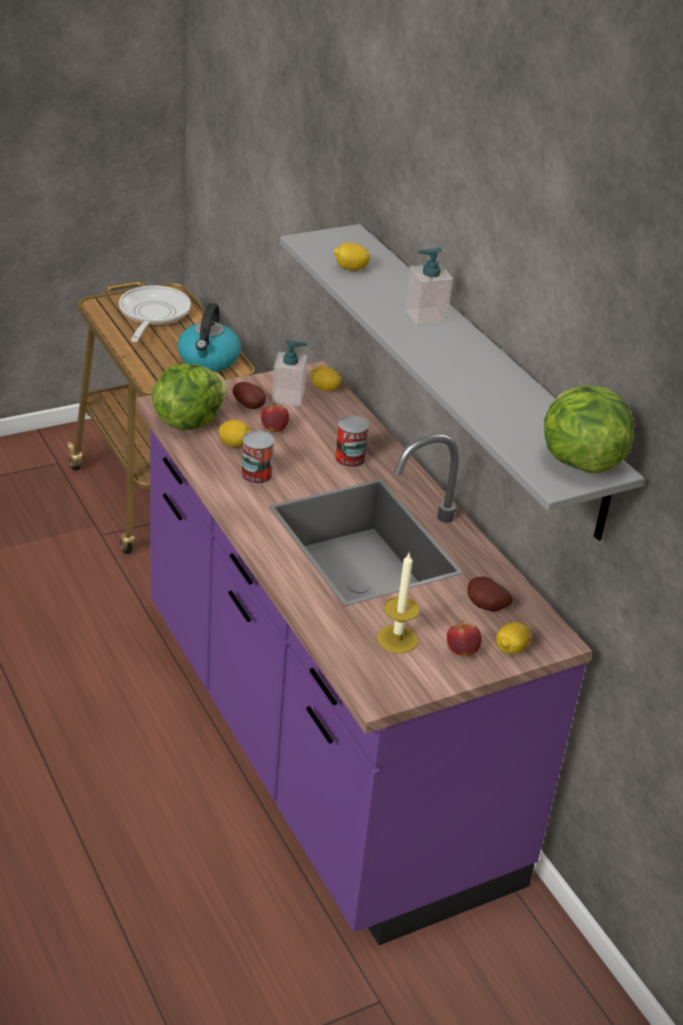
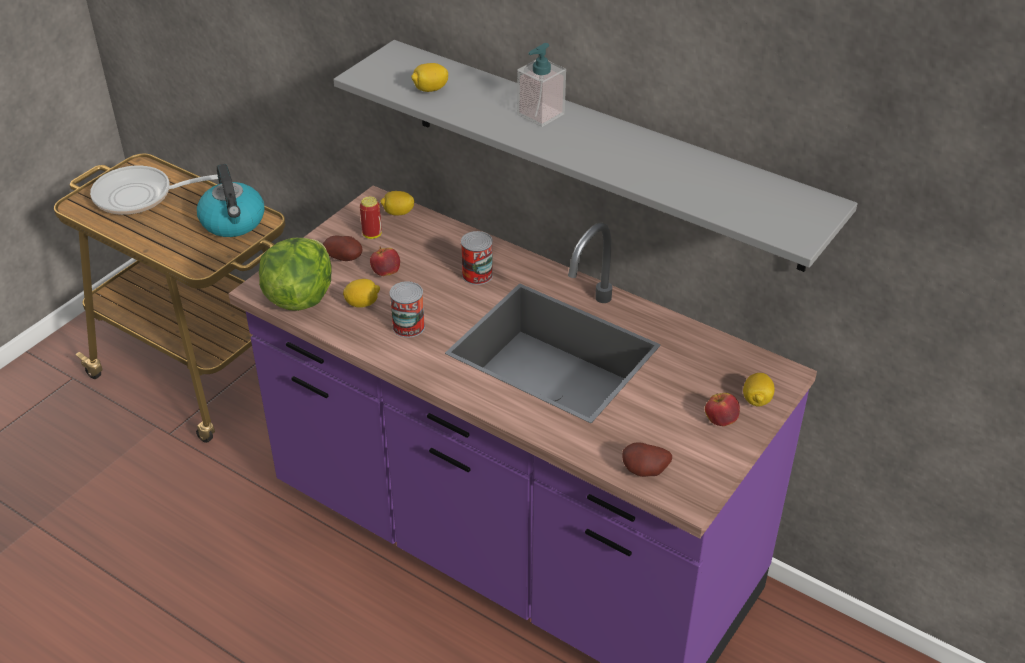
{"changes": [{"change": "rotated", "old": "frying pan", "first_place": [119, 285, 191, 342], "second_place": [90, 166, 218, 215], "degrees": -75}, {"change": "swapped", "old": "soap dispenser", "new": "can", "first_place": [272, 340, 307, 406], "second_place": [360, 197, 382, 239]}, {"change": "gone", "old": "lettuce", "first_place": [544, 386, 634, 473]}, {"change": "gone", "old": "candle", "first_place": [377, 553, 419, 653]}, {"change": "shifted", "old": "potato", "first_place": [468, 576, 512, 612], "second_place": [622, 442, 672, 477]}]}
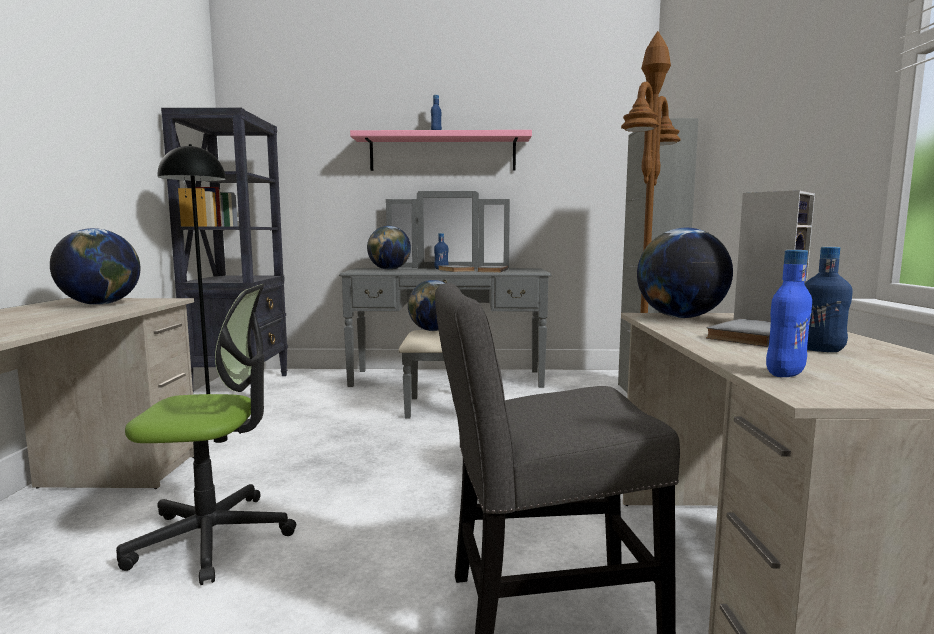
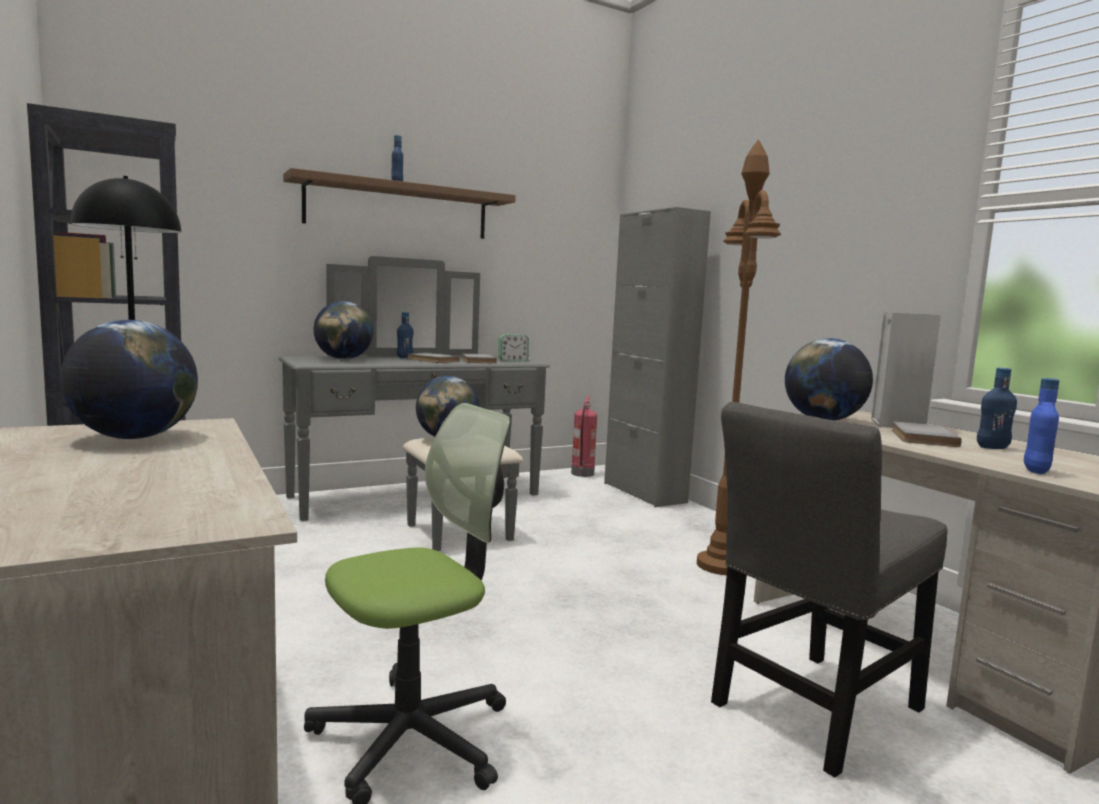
{"changes": [{"change": "repainted", "old": "pink shelf", "new": "brown shelf", "first_place": [350, 130, 532, 171], "second_place": [283, 168, 516, 239]}, {"change": "new", "new": "alarm clock", "second_place": [498, 334, 529, 361]}, {"change": "new", "new": "fire extinguisher", "second_place": [571, 396, 597, 477]}]}
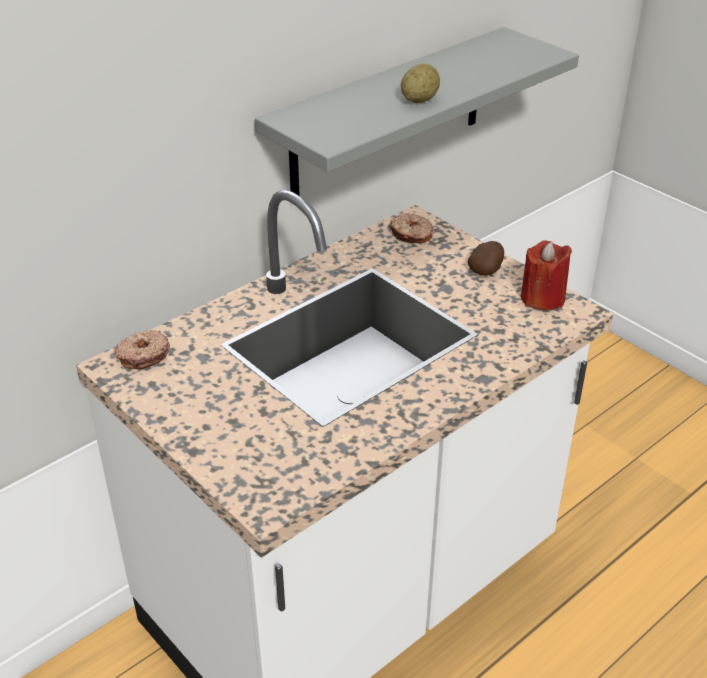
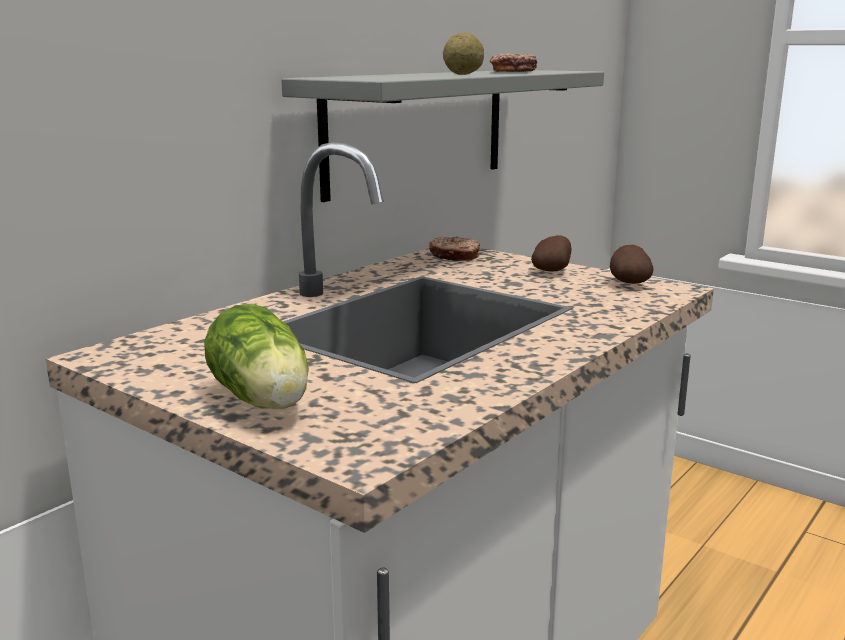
{"changes": [{"change": "swapped", "old": "red candle", "new": "potato", "first_place": [521, 241, 572, 310], "second_place": [610, 245, 654, 284]}, {"change": "shifted", "old": "donut", "first_place": [114, 330, 170, 369], "second_place": [490, 53, 537, 72]}, {"change": "new", "new": "lettuce", "second_place": [204, 304, 309, 409]}]}
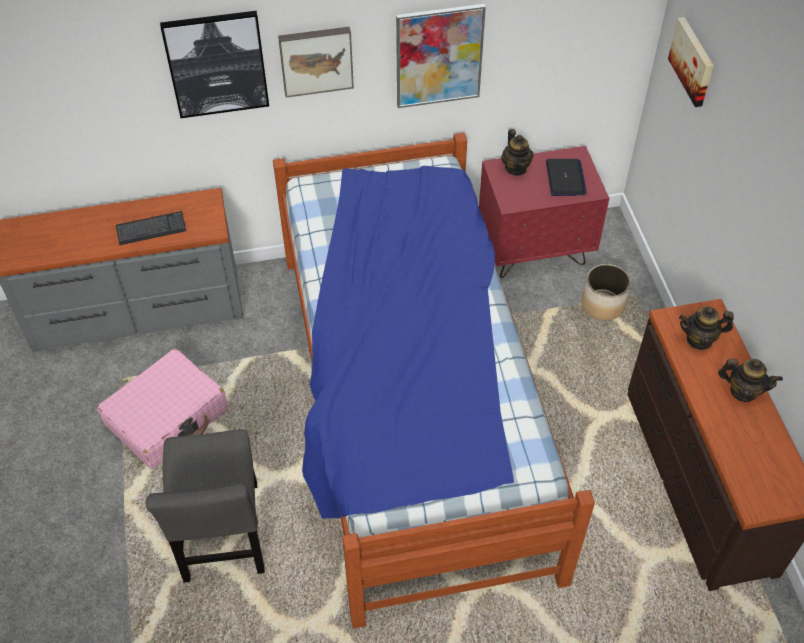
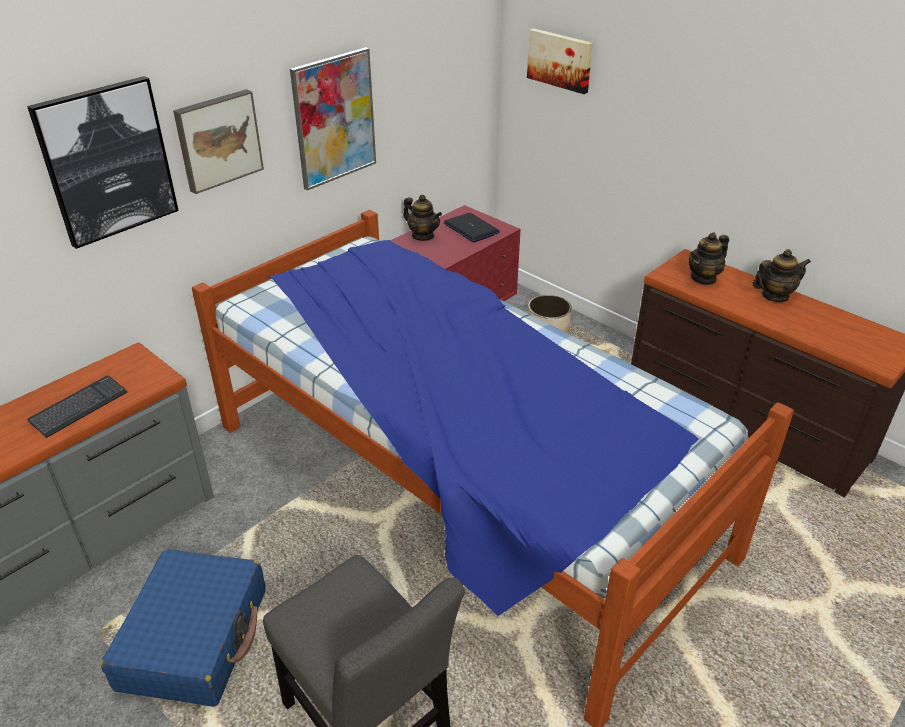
{"changes": [{"change": "repainted", "old": "pink suitcase", "new": "blue suitcase", "first_place": [97, 348, 228, 469], "second_place": [101, 549, 265, 707]}]}
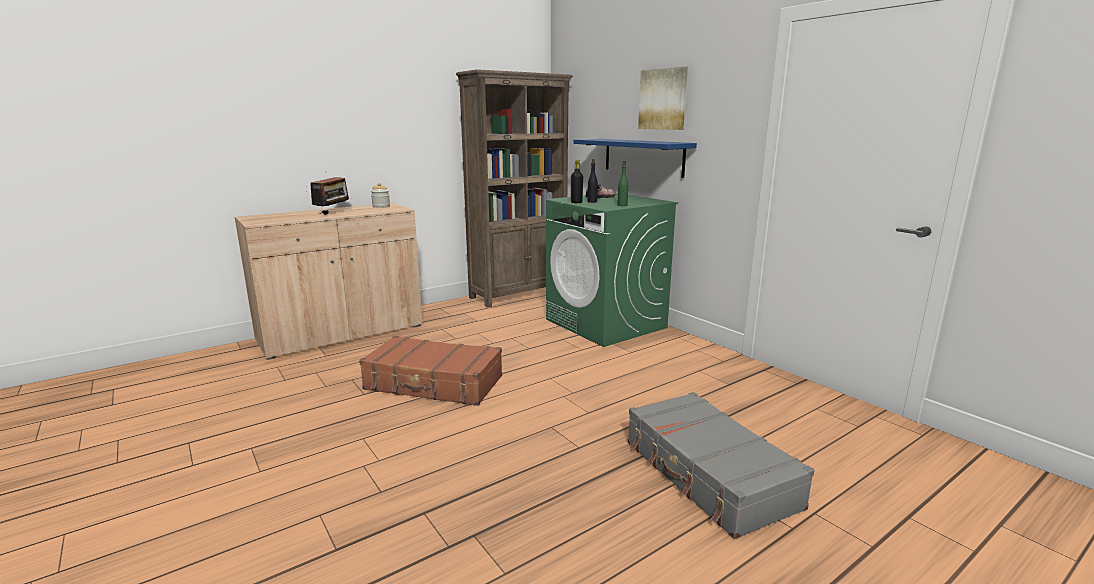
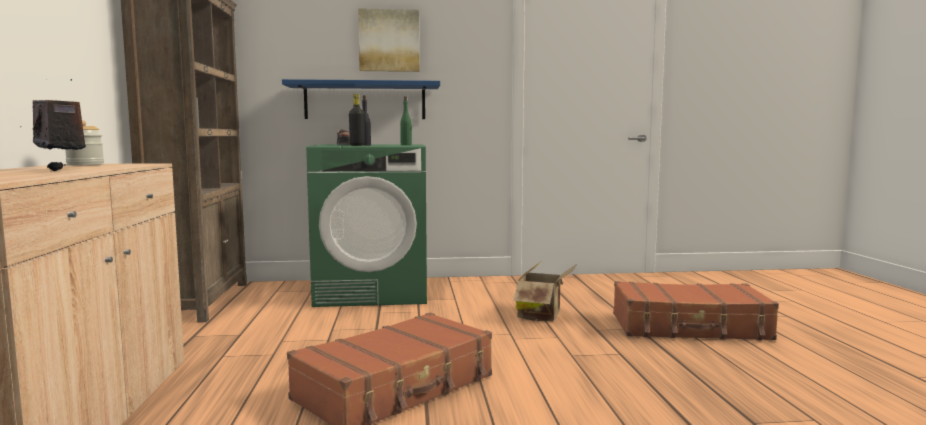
{"changes": [{"change": "repainted", "old": "grey suitcase", "new": "brown suitcase", "first_place": [628, 392, 815, 539], "second_place": [613, 281, 779, 340]}, {"change": "new", "new": "cardboard box", "second_place": [513, 262, 578, 321]}]}
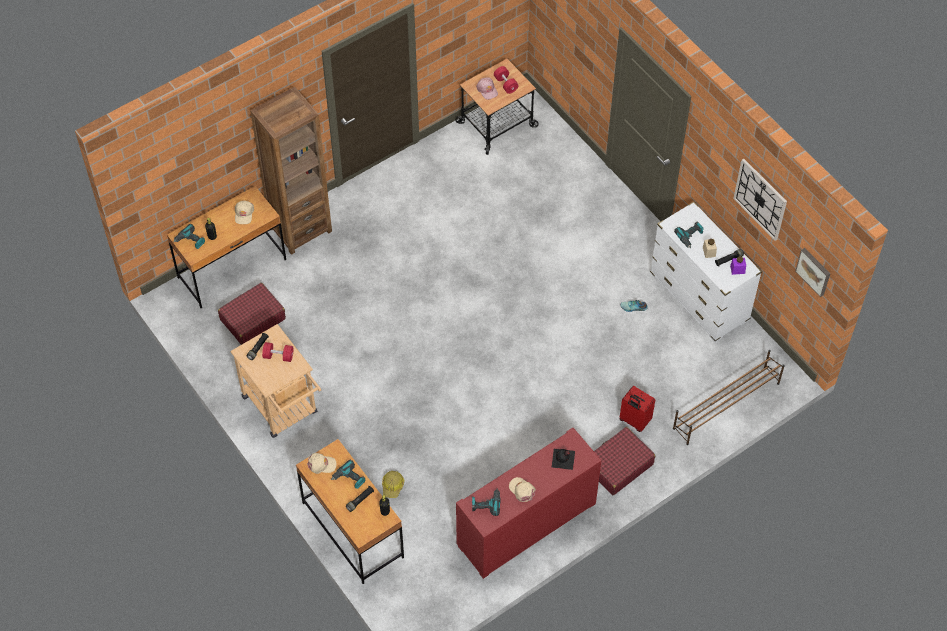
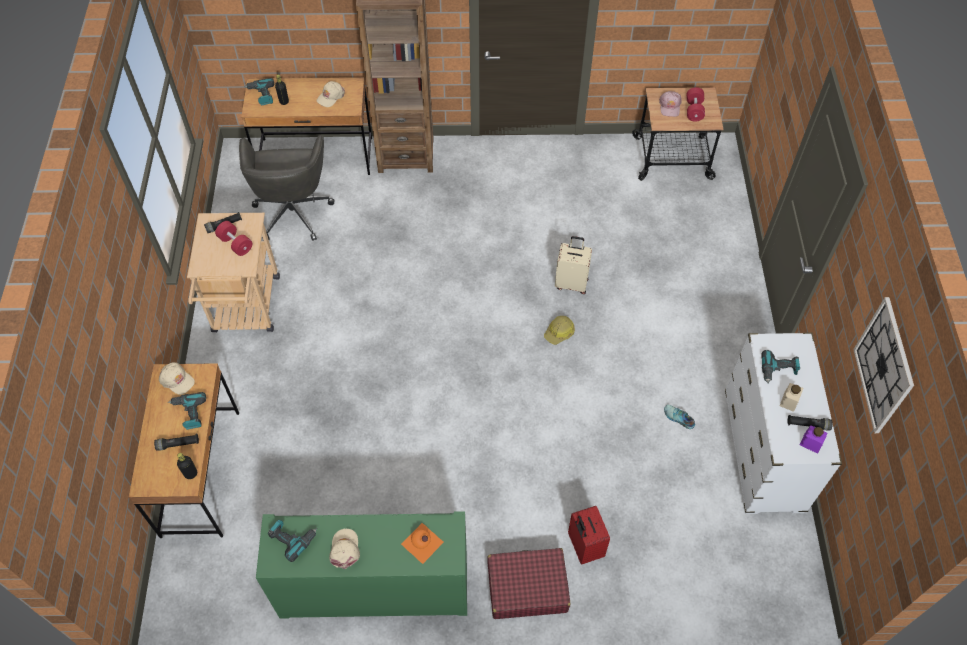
{"changes": [{"change": "gone", "old": "picture", "first_place": [795, 248, 830, 297]}, {"change": "swapped", "old": "red suitcase", "new": "grey office chair", "first_place": [218, 283, 286, 345], "second_place": [239, 135, 335, 241]}, {"change": "gone", "old": "brown shoe rack", "first_place": [673, 350, 785, 445]}, {"change": "repainted", "old": "red cabinet", "new": "green cabinet", "first_place": [456, 428, 602, 579], "second_place": [256, 511, 467, 619]}, {"change": "repainted", "old": "black bottle", "new": "orange bottle", "first_place": [552, 449, 575, 470], "second_place": [401, 523, 444, 564]}, {"change": "shifted", "old": "hard hat", "first_place": [382, 471, 405, 498], "second_place": [544, 316, 575, 345]}, {"change": "new", "new": "beige suitcase", "second_place": [555, 236, 592, 294]}]}
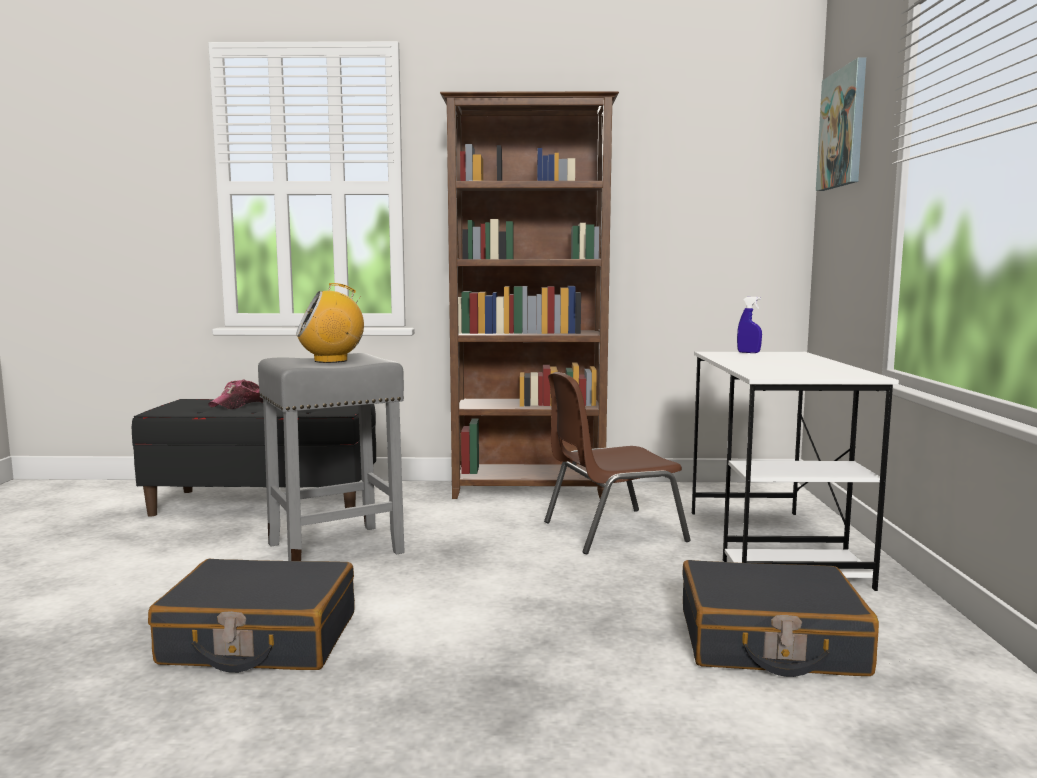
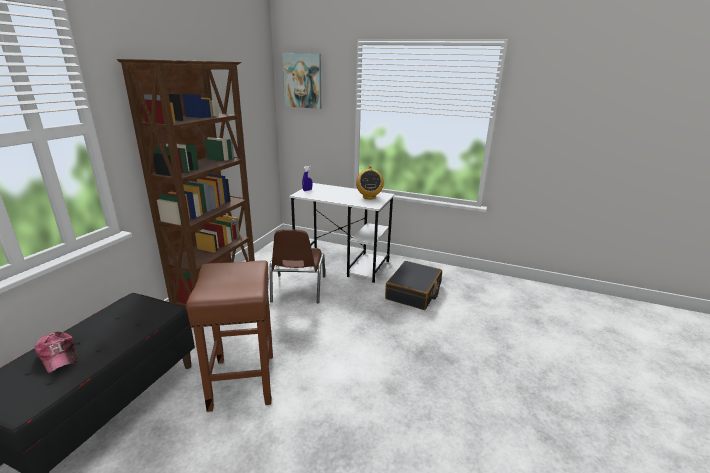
{"changes": [{"change": "shifted", "old": "radio", "first_place": [296, 283, 364, 363], "second_place": [356, 165, 384, 199]}, {"change": "repainted", "old": "grey stool", "new": "brown stool", "first_place": [258, 353, 405, 561], "second_place": [186, 260, 273, 412]}, {"change": "gone", "old": "black suitcase", "first_place": [148, 559, 355, 673]}]}
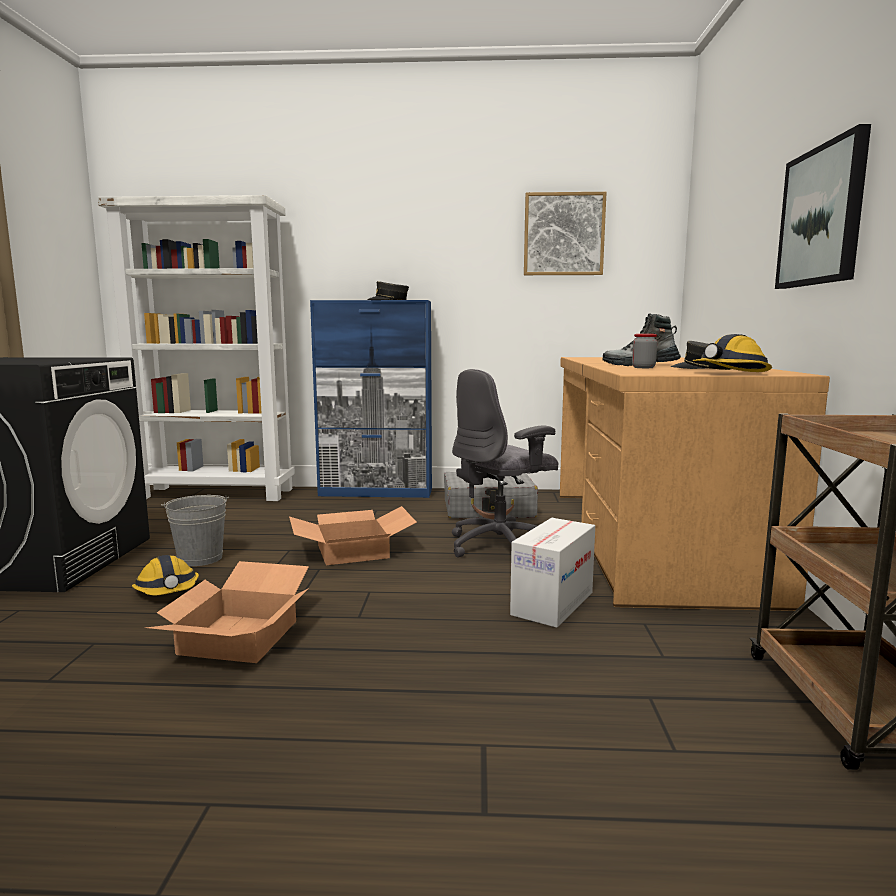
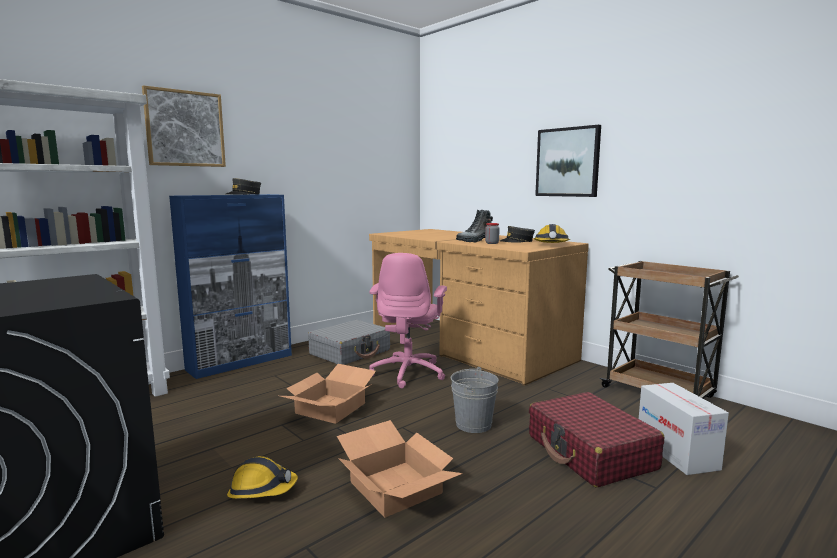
{"changes": [{"change": "shifted", "old": "picture", "first_place": [524, 192, 606, 275], "second_place": [142, 85, 226, 167]}, {"change": "repainted", "old": "grey office chair", "new": "pink office chair", "first_place": [452, 369, 558, 558], "second_place": [369, 253, 447, 388]}, {"change": "shifted", "old": "grey bucket", "first_place": [161, 495, 229, 566], "second_place": [451, 367, 499, 433]}, {"change": "shifted", "old": "cardboard box", "first_place": [510, 518, 595, 628], "second_place": [639, 383, 729, 475]}, {"change": "new", "new": "red suitcase", "second_place": [529, 392, 664, 488]}]}
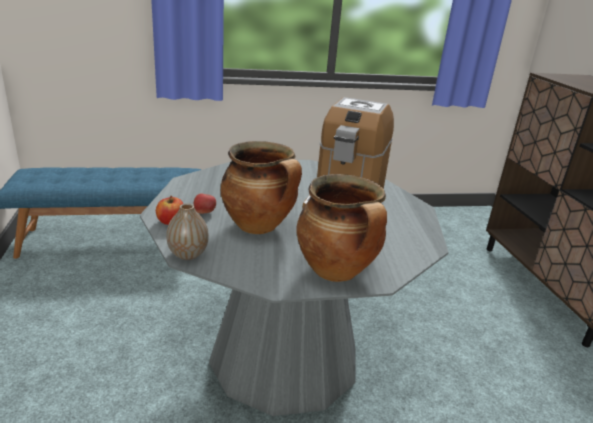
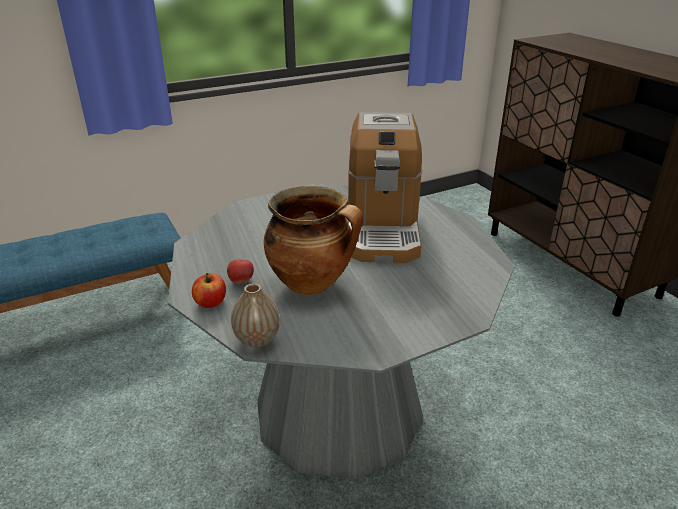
{"changes": [{"change": "gone", "old": "cooking pot", "first_place": [296, 174, 387, 282]}]}
